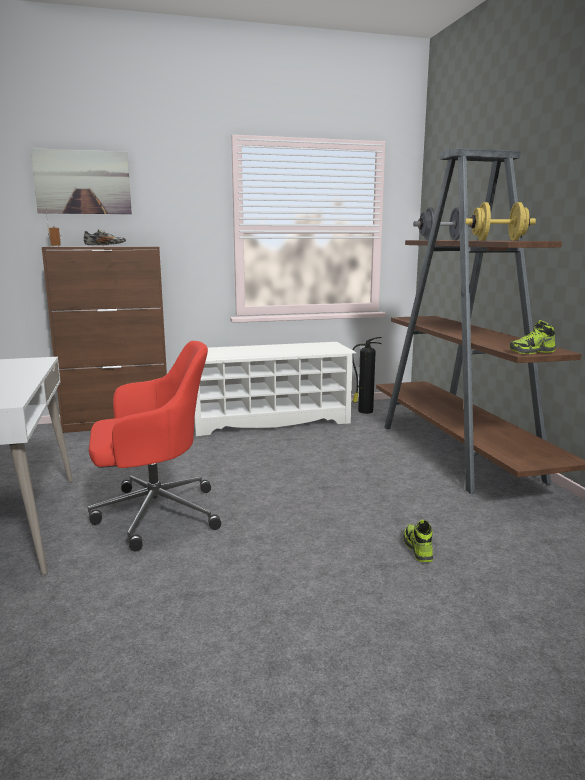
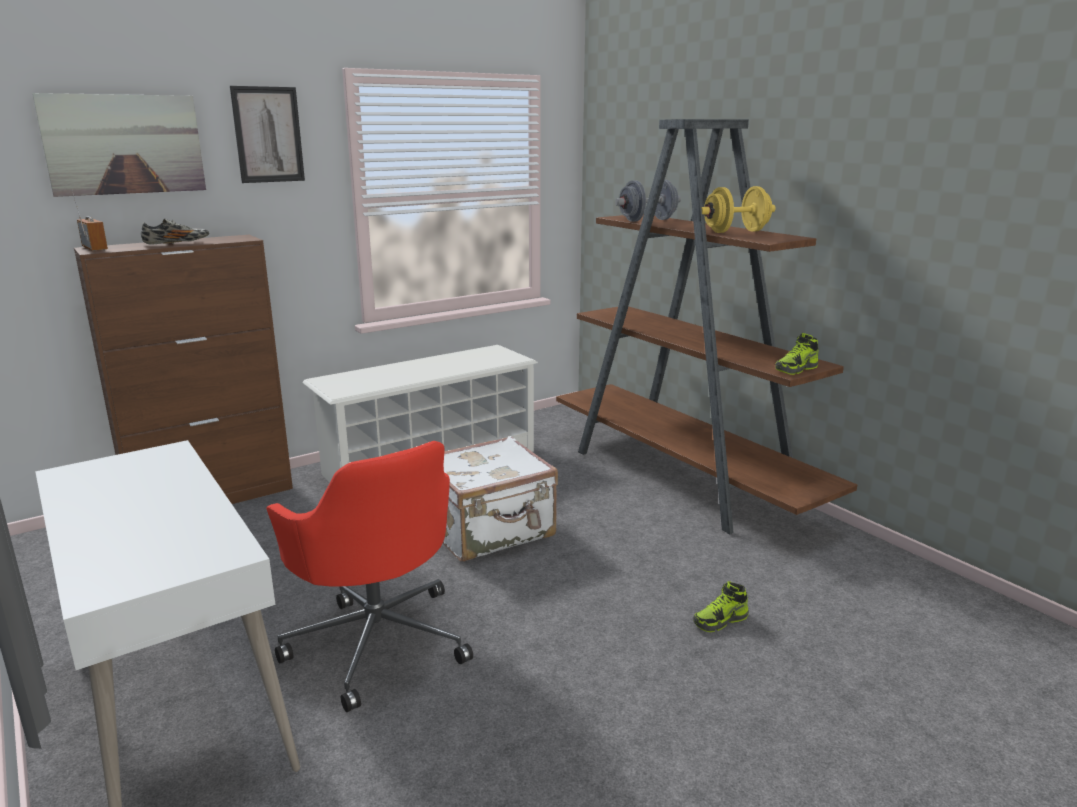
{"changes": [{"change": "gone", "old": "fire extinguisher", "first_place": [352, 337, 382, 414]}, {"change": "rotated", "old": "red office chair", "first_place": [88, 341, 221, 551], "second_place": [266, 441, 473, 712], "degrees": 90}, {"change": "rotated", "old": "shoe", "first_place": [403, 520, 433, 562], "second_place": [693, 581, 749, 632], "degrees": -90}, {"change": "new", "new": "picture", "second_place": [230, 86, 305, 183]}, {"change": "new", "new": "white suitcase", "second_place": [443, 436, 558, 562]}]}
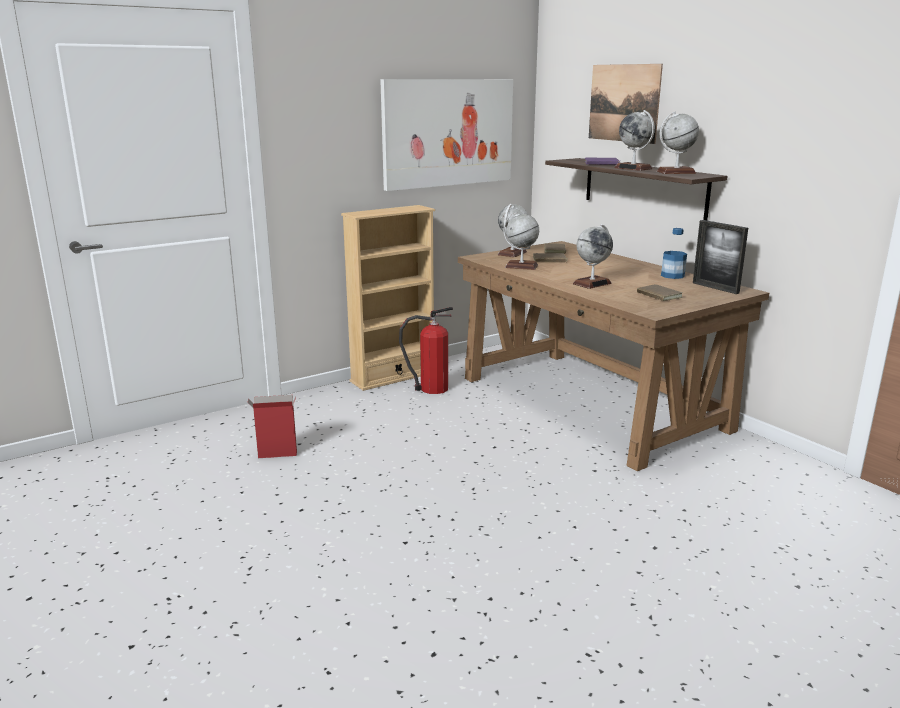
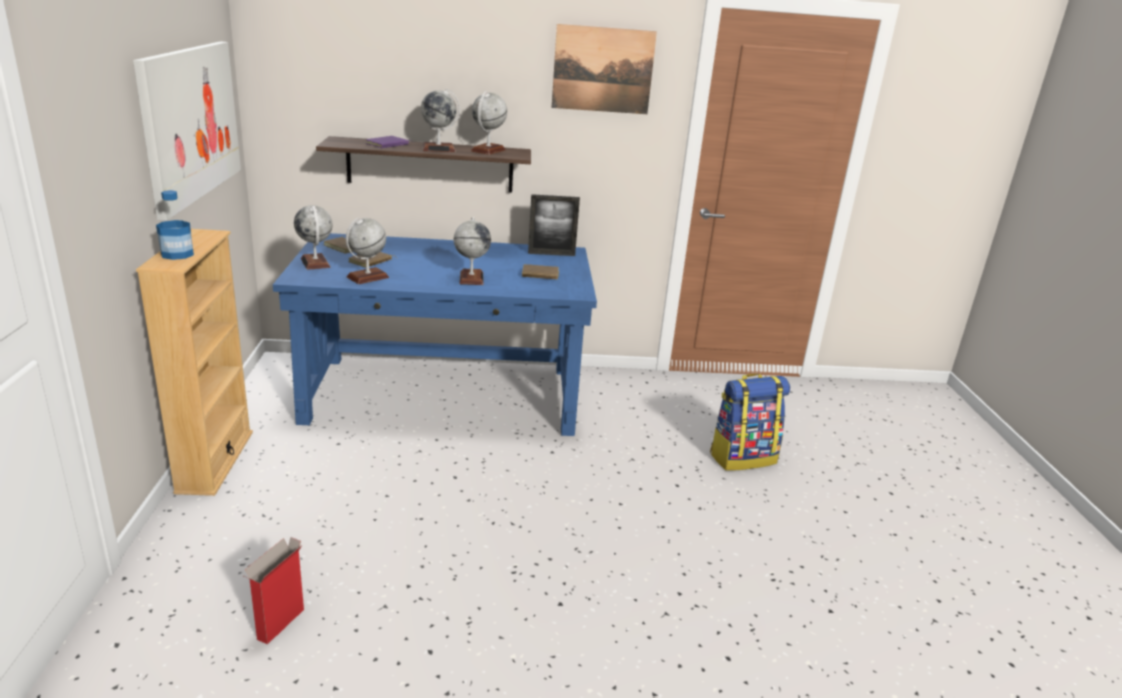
{"changes": [{"change": "shifted", "old": "picture", "first_place": [589, 64, 663, 144], "second_place": [552, 24, 657, 114]}, {"change": "shifted", "old": "bottle", "first_place": [661, 228, 687, 279], "second_place": [156, 190, 194, 260]}, {"change": "repainted", "old": "brown desk", "new": "blue desk", "first_place": [458, 241, 769, 471], "second_place": [273, 233, 597, 436]}, {"change": "gone", "old": "fire extinguisher", "first_place": [399, 307, 453, 394]}, {"change": "new", "new": "backpack", "second_place": [710, 374, 790, 471]}]}
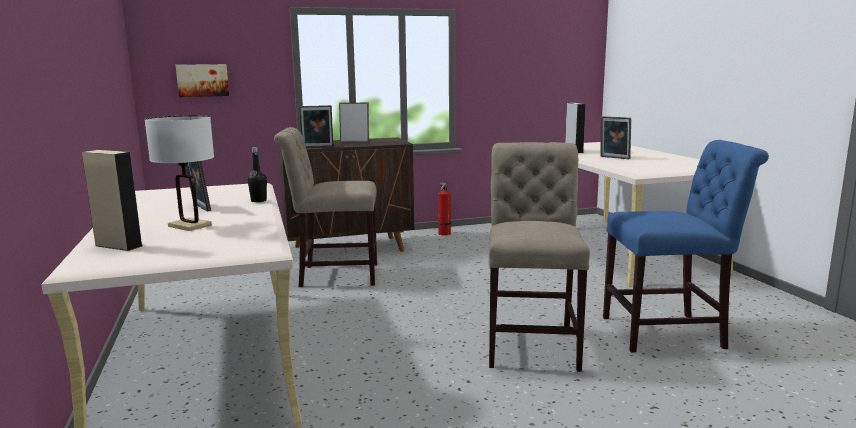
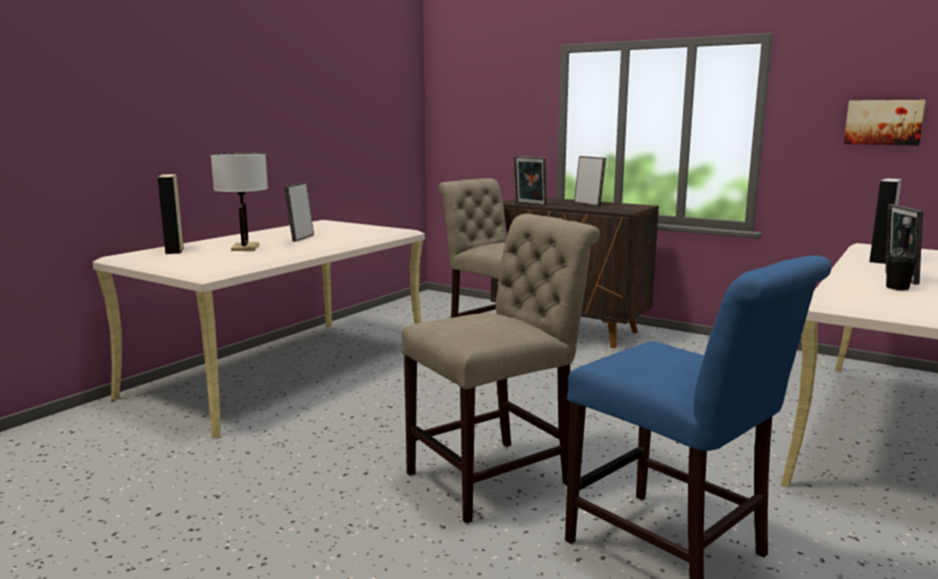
{"changes": [{"change": "shifted", "old": "picture", "first_place": [176, 64, 229, 97], "second_place": [844, 100, 926, 146]}, {"change": "shifted", "old": "black bottle", "first_place": [248, 147, 267, 202], "second_place": [886, 217, 916, 290]}, {"change": "gone", "old": "fire extinguisher", "first_place": [438, 182, 451, 236]}]}
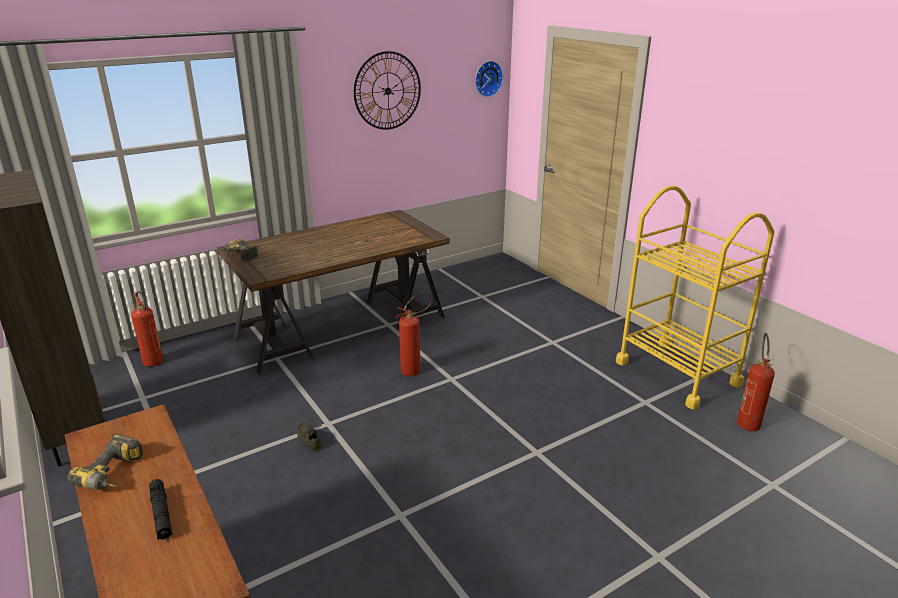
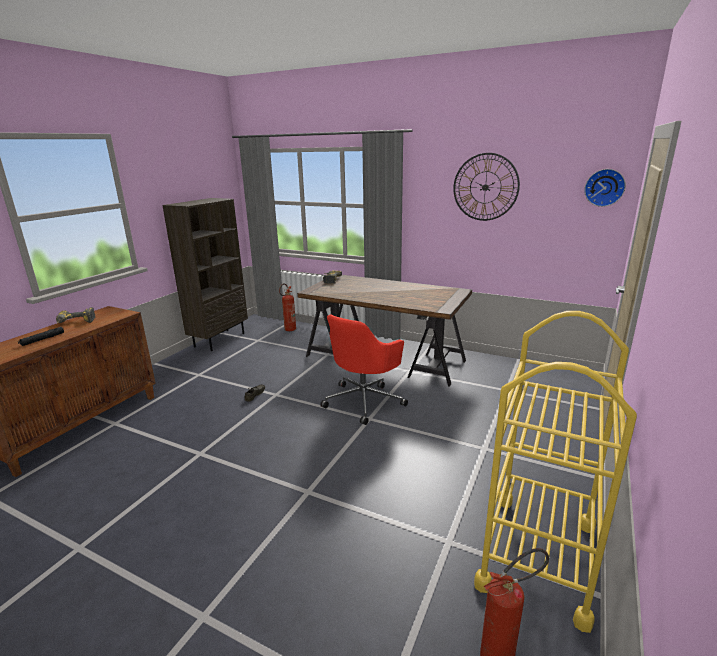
{"changes": [{"change": "swapped", "old": "fire extinguisher", "new": "red office chair", "first_place": [395, 292, 432, 376], "second_place": [320, 315, 408, 425]}]}
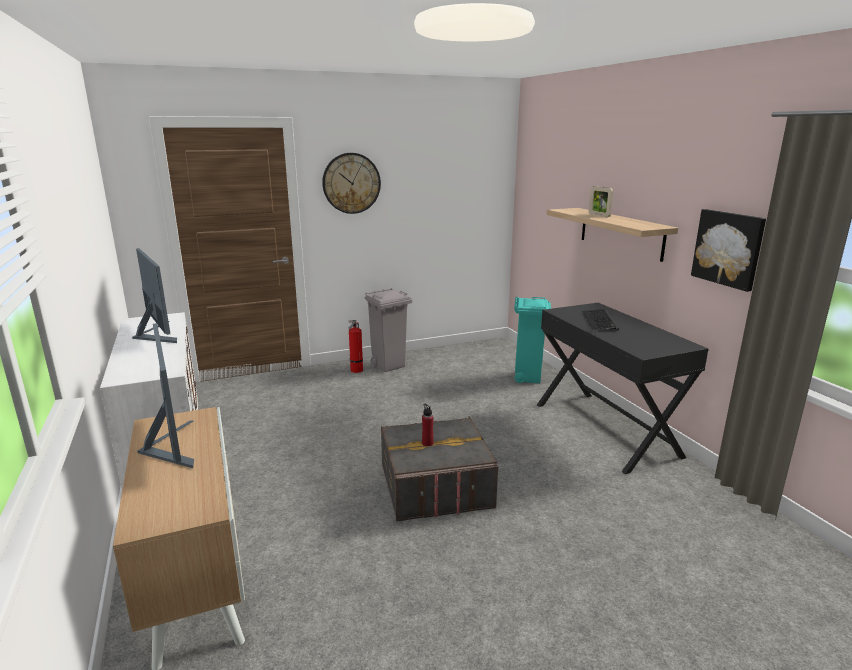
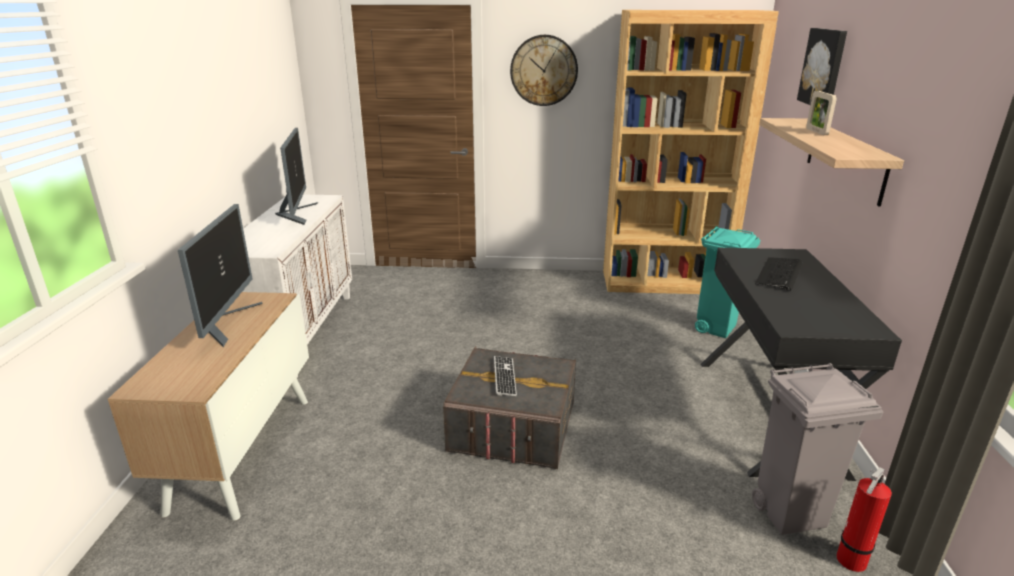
{"changes": [{"change": "shifted", "old": "picture", "first_place": [691, 209, 766, 292], "second_place": [797, 28, 847, 105]}, {"change": "shifted", "old": "grey trash can", "first_place": [364, 288, 412, 372], "second_place": [752, 363, 883, 535]}, {"change": "shifted", "old": "fire extinguisher", "first_place": [348, 320, 363, 373], "second_place": [836, 467, 892, 572]}, {"change": "swapped", "old": "red bottle", "new": "keyboard", "first_place": [422, 404, 434, 446], "second_place": [494, 356, 517, 396]}, {"change": "new", "new": "brown bookcase", "second_place": [603, 10, 779, 294]}]}
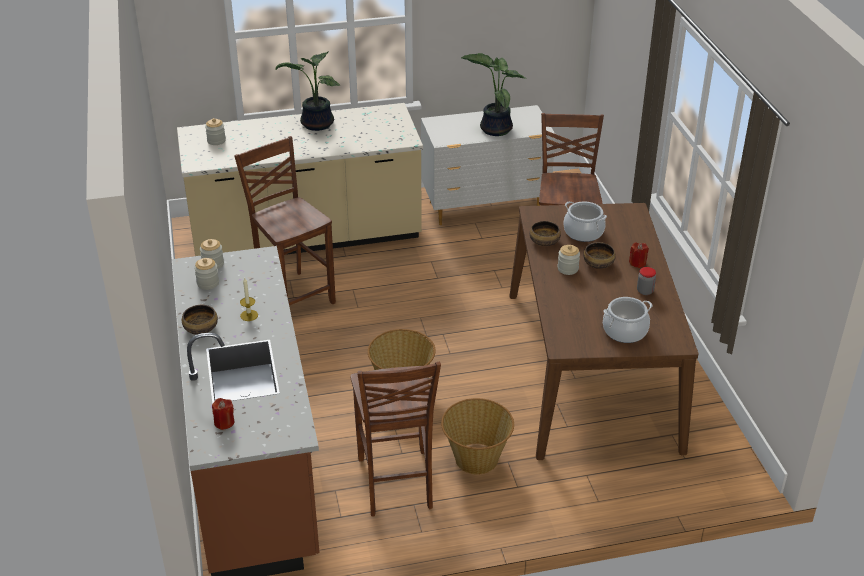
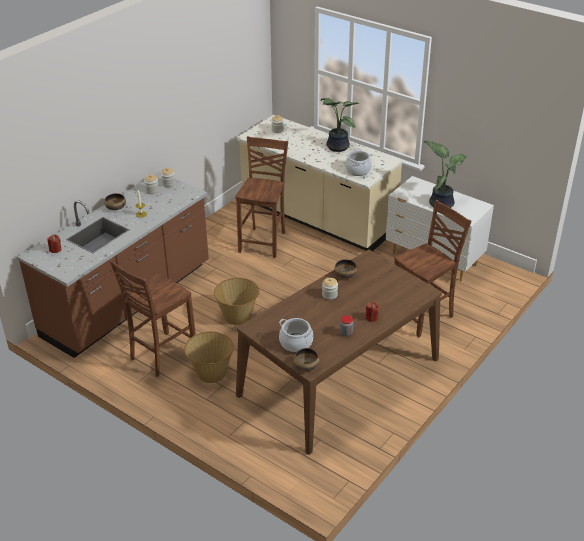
{"changes": [{"change": "shifted", "old": "cooking pot", "first_place": [563, 201, 607, 242], "second_place": [345, 148, 372, 176]}, {"change": "shifted", "old": "bowl", "first_place": [583, 242, 616, 269], "second_place": [293, 348, 319, 371]}]}
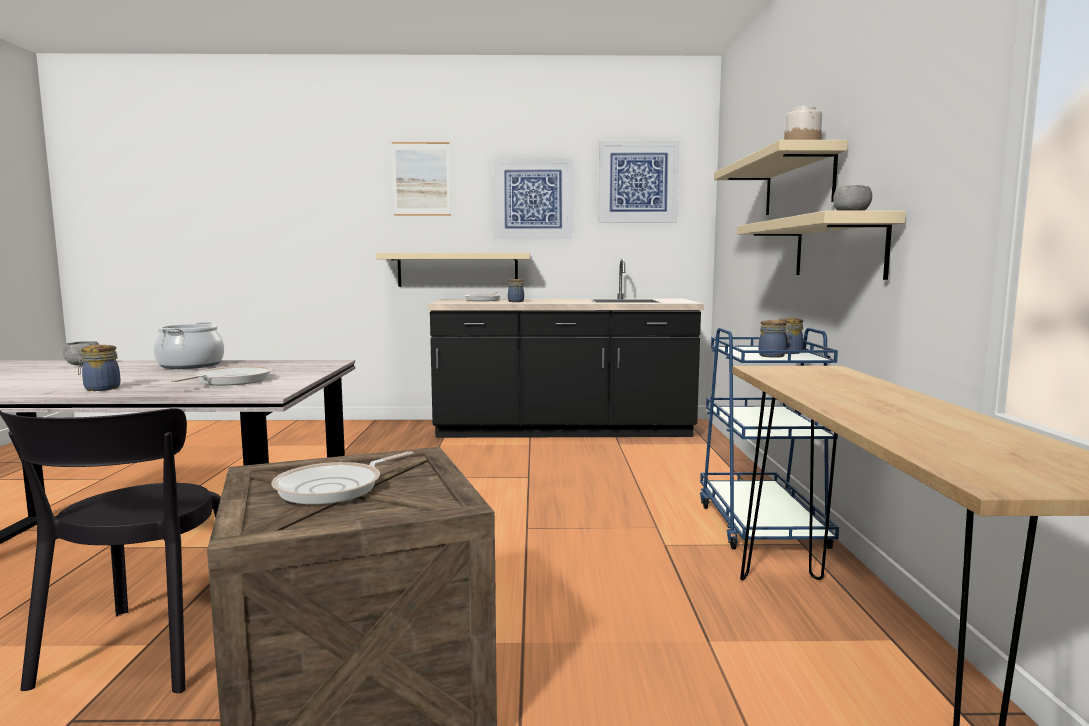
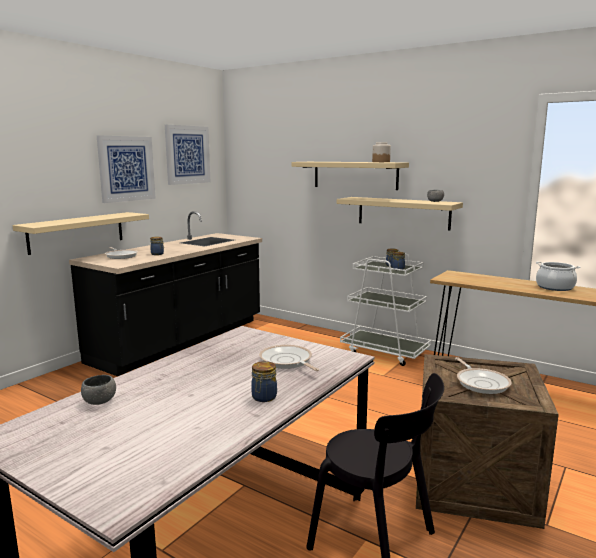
{"changes": [{"change": "gone", "old": "picture", "first_place": [392, 142, 451, 216]}, {"change": "shifted", "old": "cooking pot", "first_place": [153, 322, 224, 369], "second_place": [536, 261, 580, 291]}, {"change": "repainted", "old": "blue cart", "new": "white cart", "first_place": [700, 328, 839, 549], "second_place": [340, 253, 431, 366]}]}
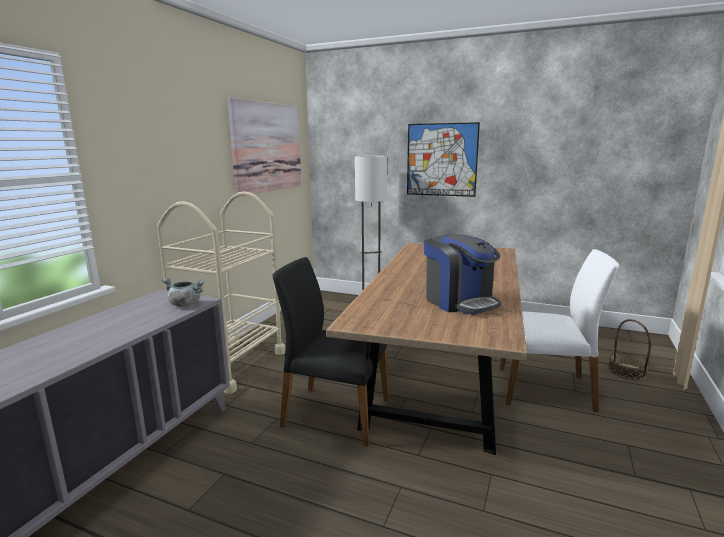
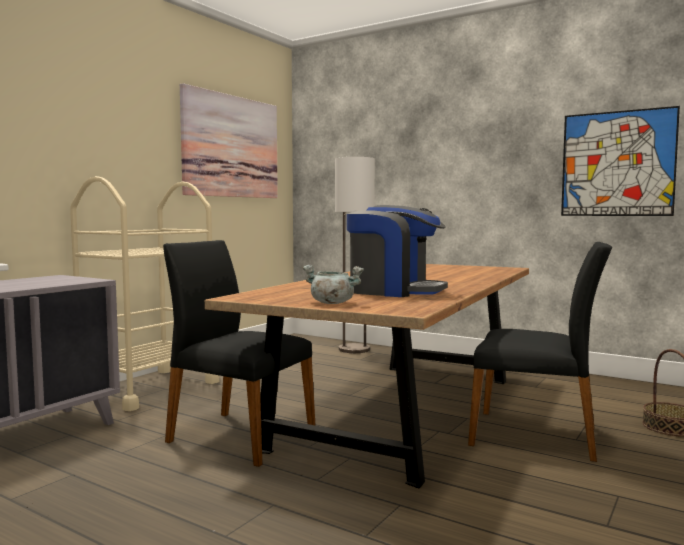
{"changes": [{"change": "shifted", "old": "picture", "first_place": [407, 122, 480, 197], "second_place": [561, 106, 680, 216]}, {"change": "rotated", "old": "coffee machine", "first_place": [424, 234, 501, 315], "second_place": [347, 205, 448, 297], "degrees": -45}, {"change": "repainted", "old": "white chair", "new": "black chair", "first_place": [499, 249, 619, 412], "second_place": [468, 242, 612, 462]}, {"change": "shifted", "old": "grey cooking pot", "first_place": [162, 278, 204, 307], "second_place": [302, 265, 364, 304]}]}
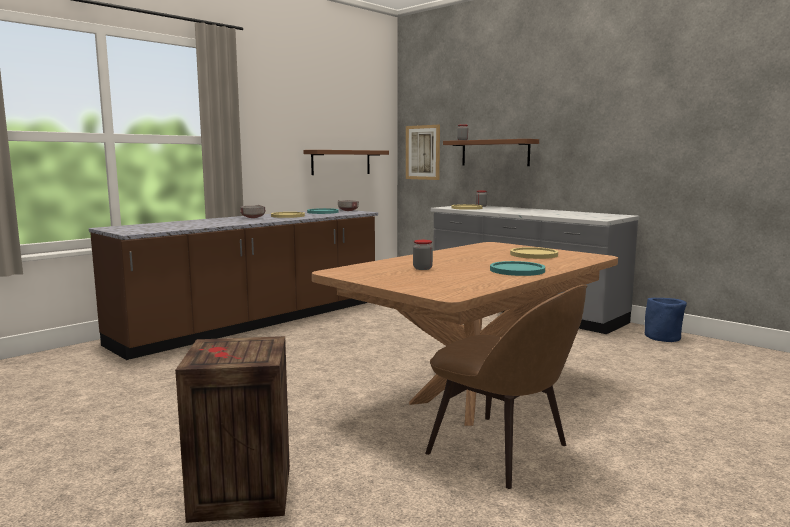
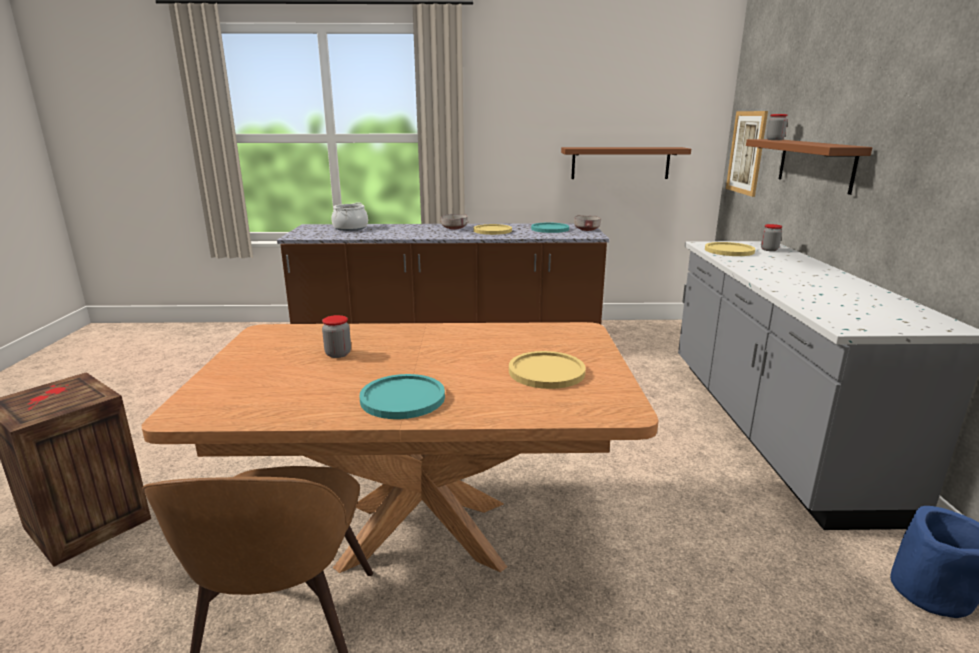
{"changes": [{"change": "new", "new": "cooking pot", "second_place": [332, 202, 368, 231]}]}
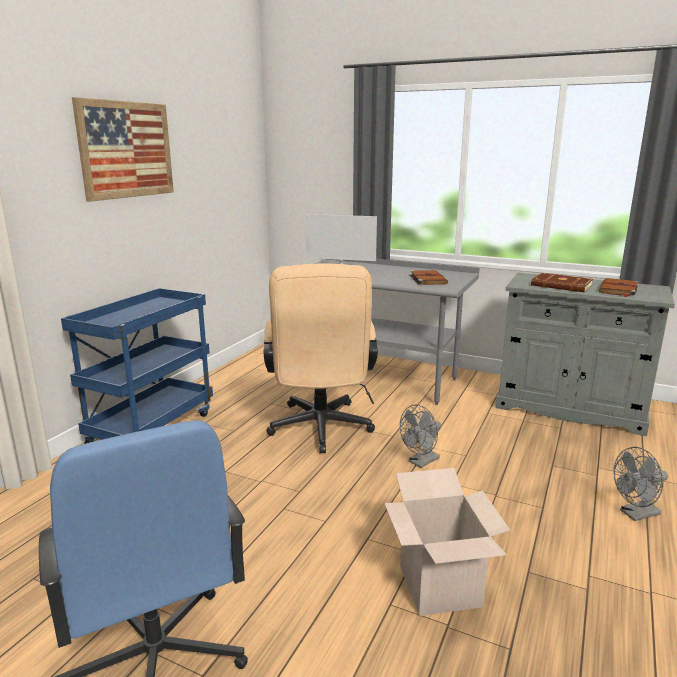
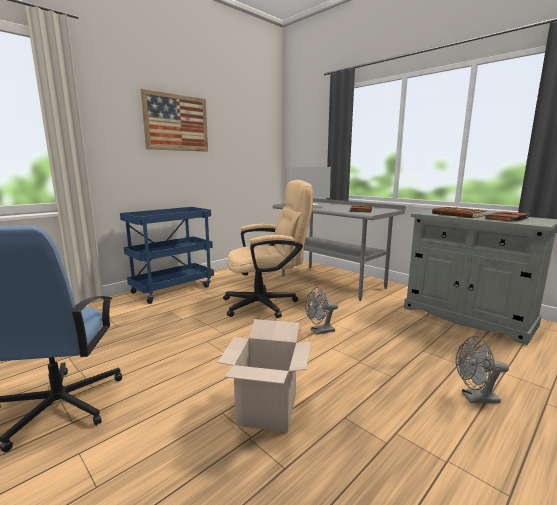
{"changes": [{"change": "rotated", "old": "beige office chair", "first_place": [264, 264, 378, 453], "second_place": [223, 180, 313, 318], "degrees": -120}]}
